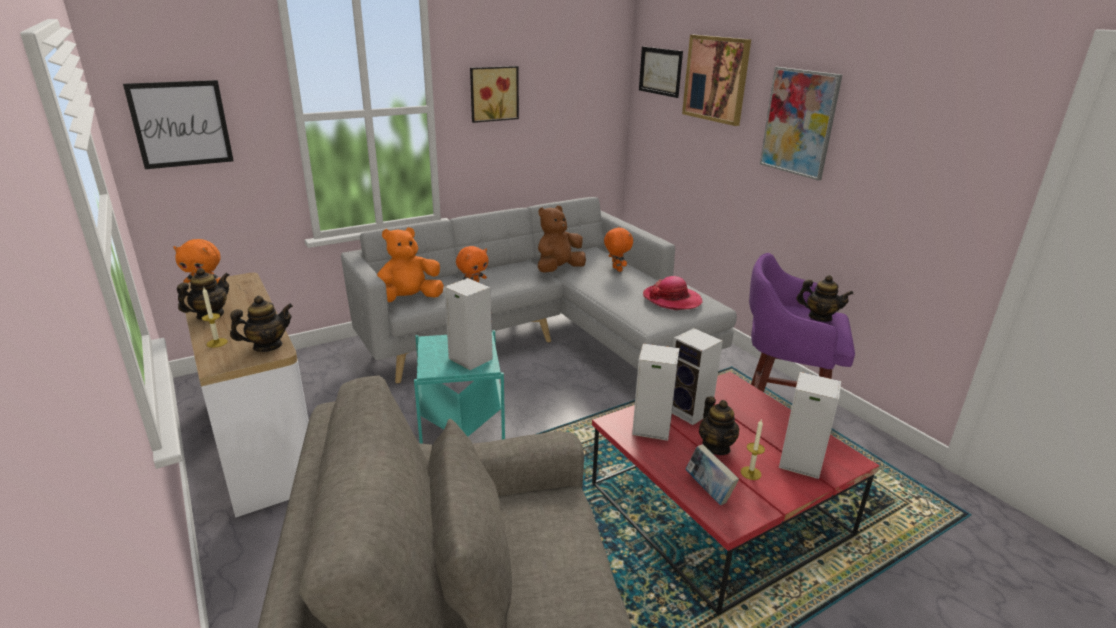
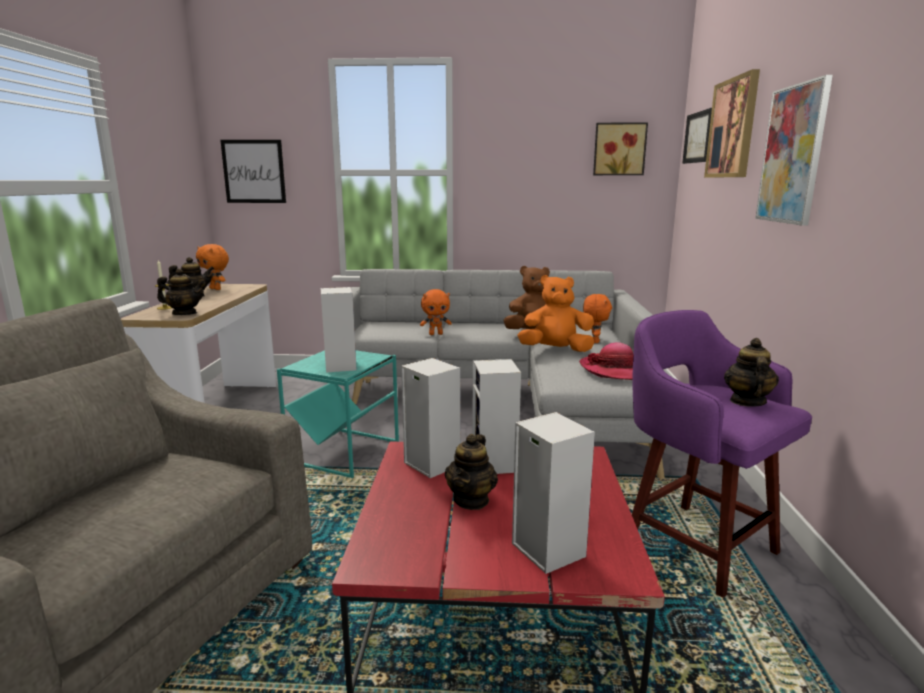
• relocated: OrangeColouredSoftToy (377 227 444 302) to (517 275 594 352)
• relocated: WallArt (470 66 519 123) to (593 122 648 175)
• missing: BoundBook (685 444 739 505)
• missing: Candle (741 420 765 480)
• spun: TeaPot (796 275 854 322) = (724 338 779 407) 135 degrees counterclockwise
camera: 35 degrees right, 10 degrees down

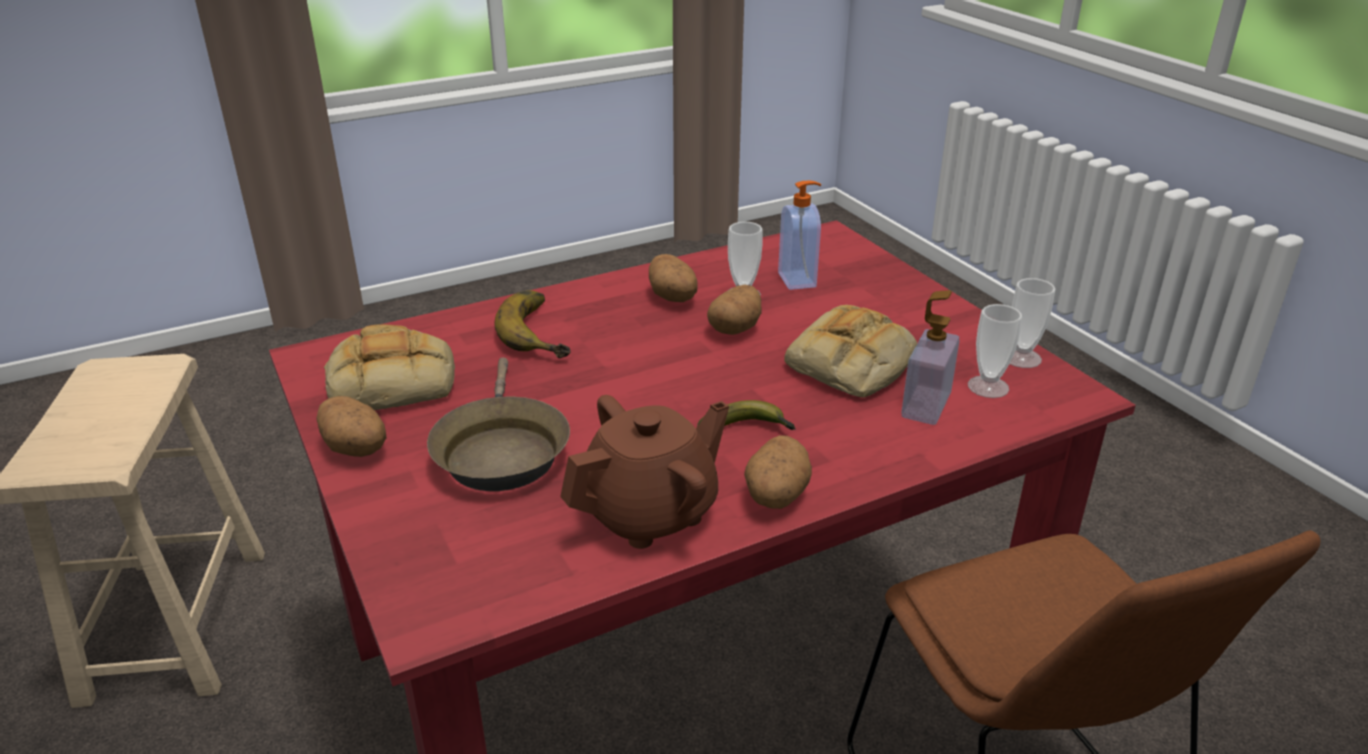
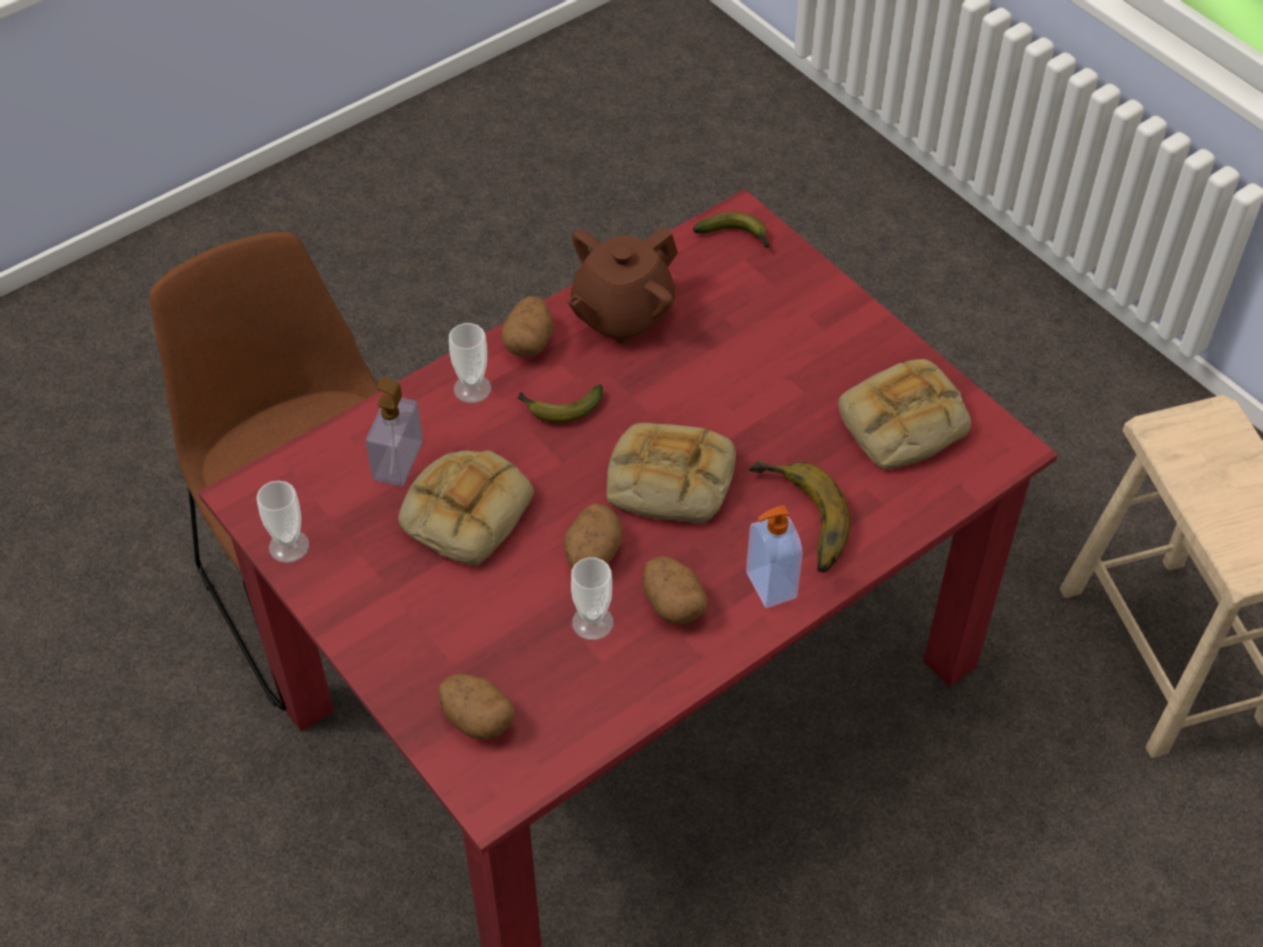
• relocated: Potato (316 396 386 457) to (438 674 515 740)
• missing: BrownColouredPan (427 358 570 491)
• relocated: SoapDispenser (778 181 821 290) to (746 505 803 608)
• relocated: Cup (968 304 1022 398) to (449 323 491 403)
• appeared: BakeryBread (606 423 736 523)
• appeared: WholeBanana (693 212 770 248)
camera: 170 degrees right, 20 degrees up

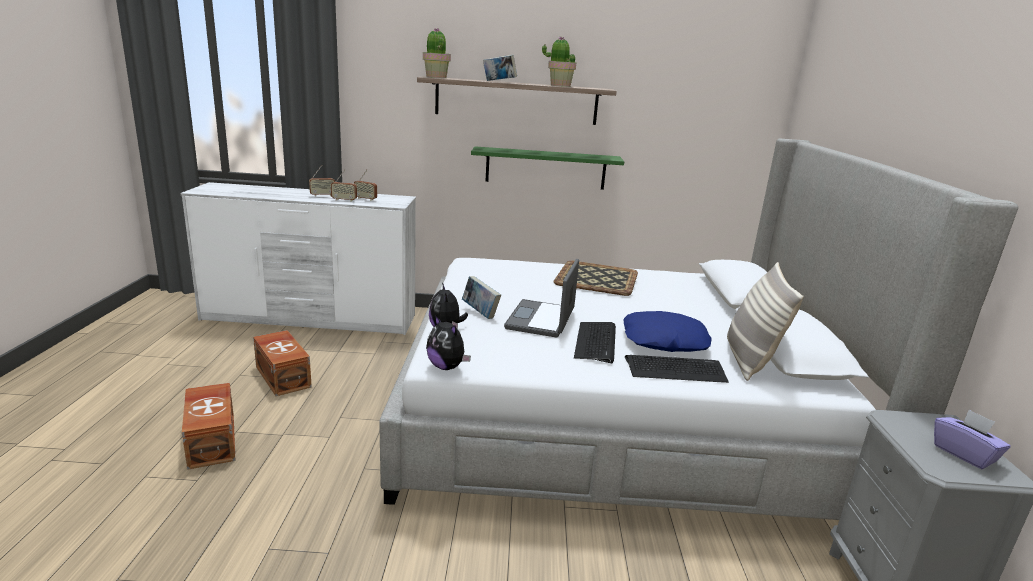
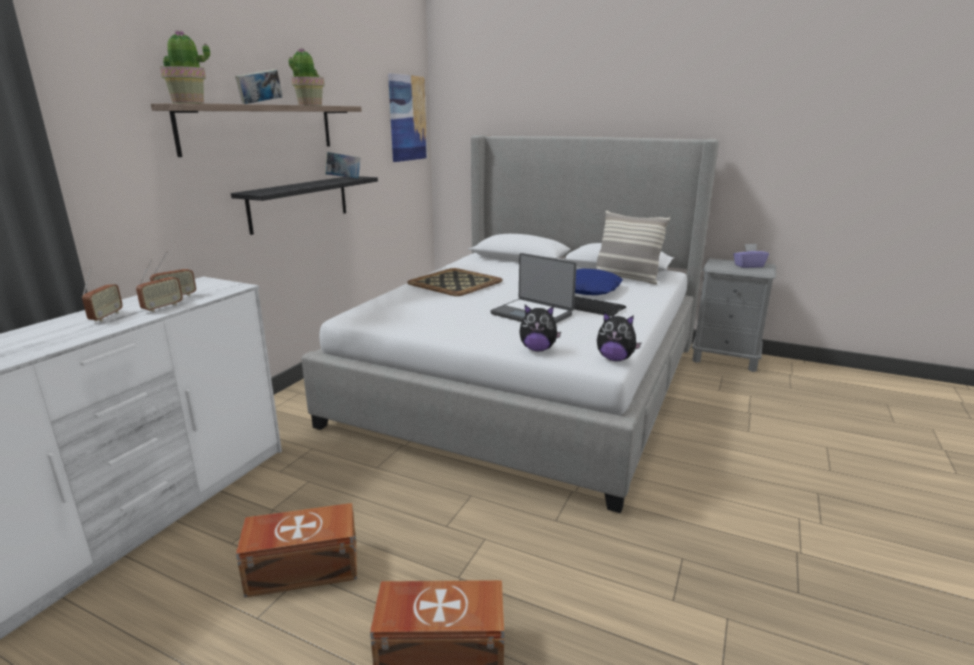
• spun: SoftToy (426 315 471 370) = (597 312 641 361) 45 degrees clockwise
• relocated: BoundBook (462 276 501 319) to (325 152 360 179)
• colour: GreenColouredWallShelf (471 146 624 190) to BlackColouredWallShelf (231 176 378 235)
• missing: Keyboard (625 355 729 383)
• appeared: WallArt (388 73 427 162)
camera: 65 degrees left, 0 degrees up

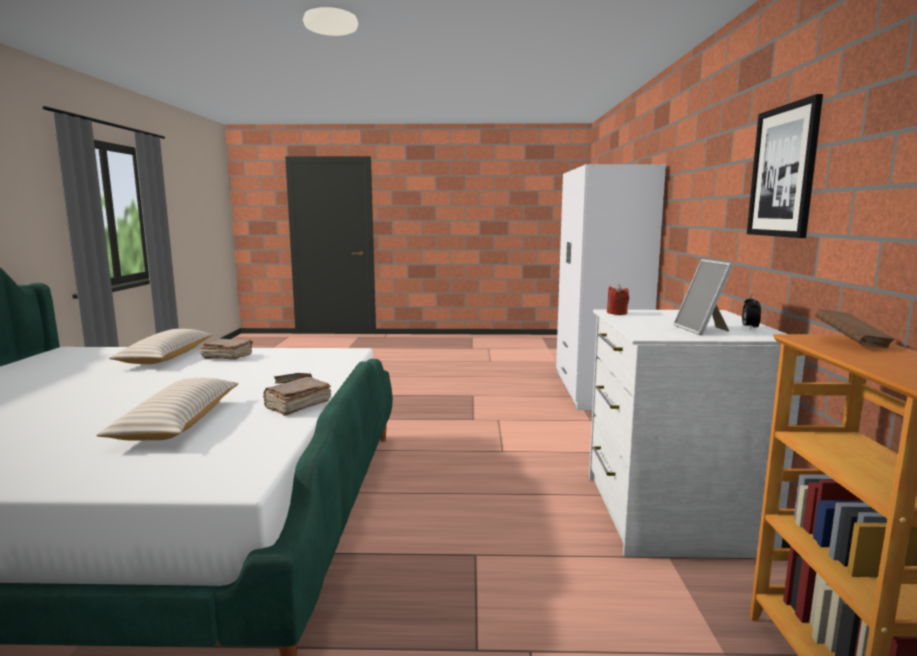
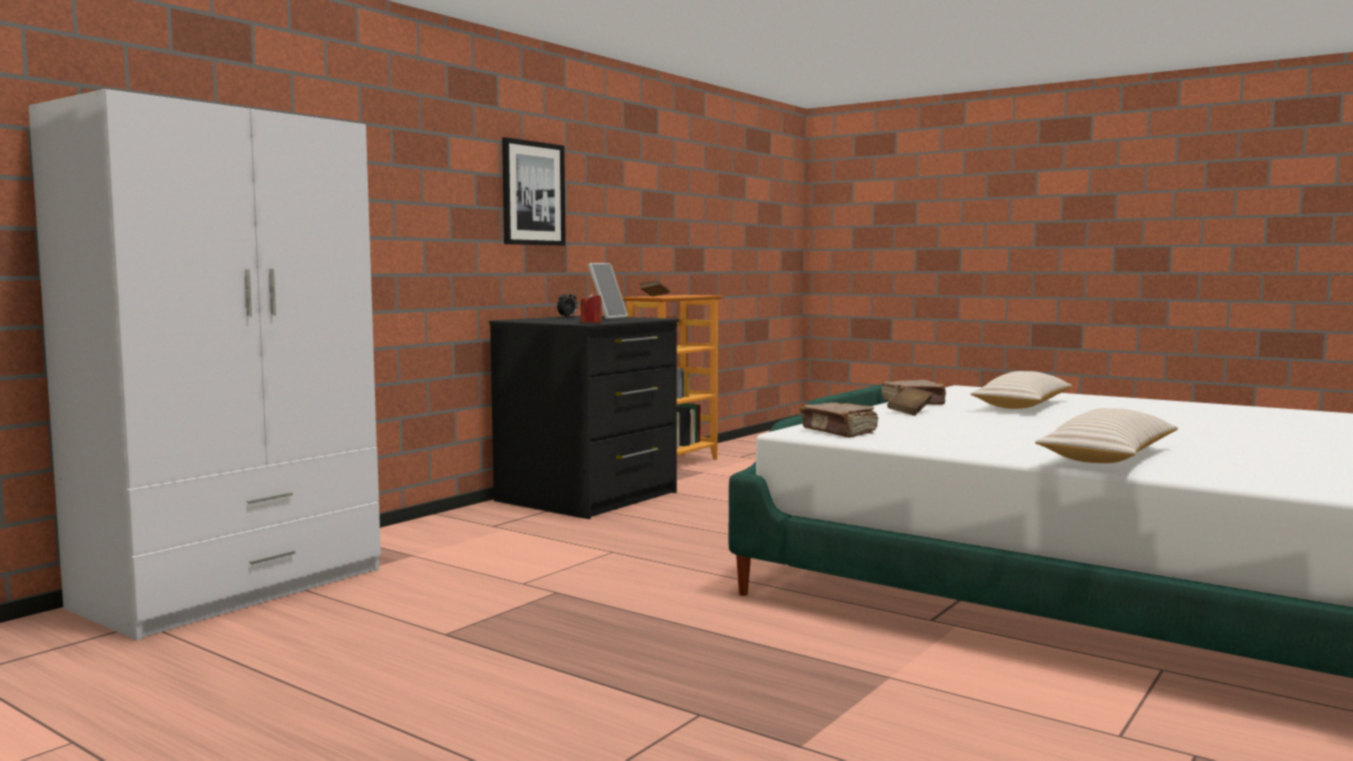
• relocated: BrownColouredBoundBook (200 338 253 360) to (800 402 878 437)
• colour: WhiteColouredDresser (589 310 805 558) to BlackColouredDresser (489 316 680 519)
camera: 145 degrees left, 5 degrees down

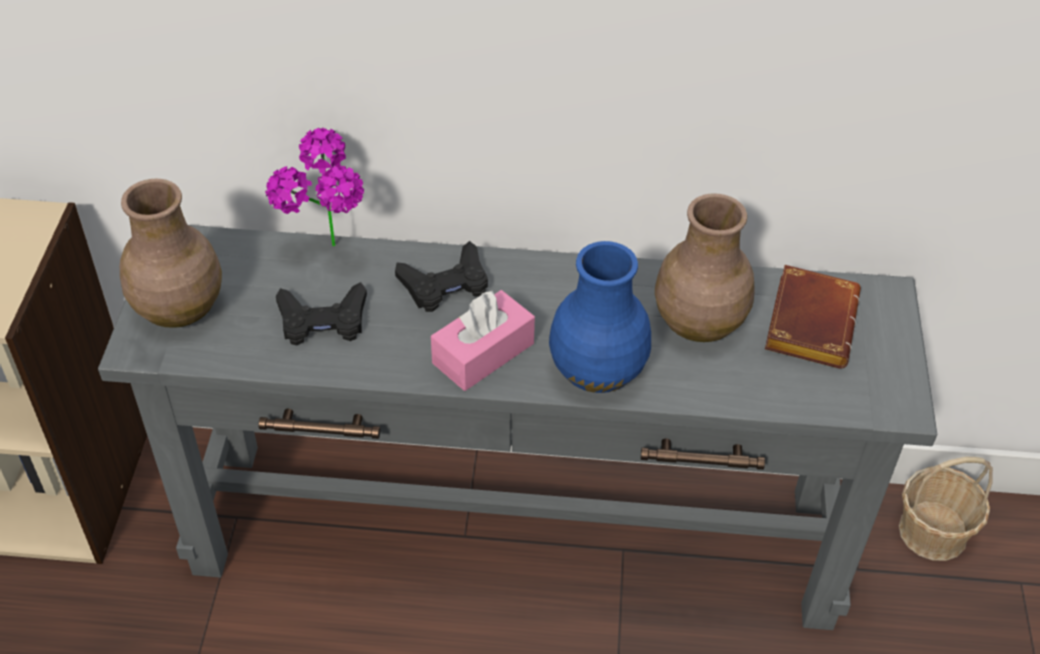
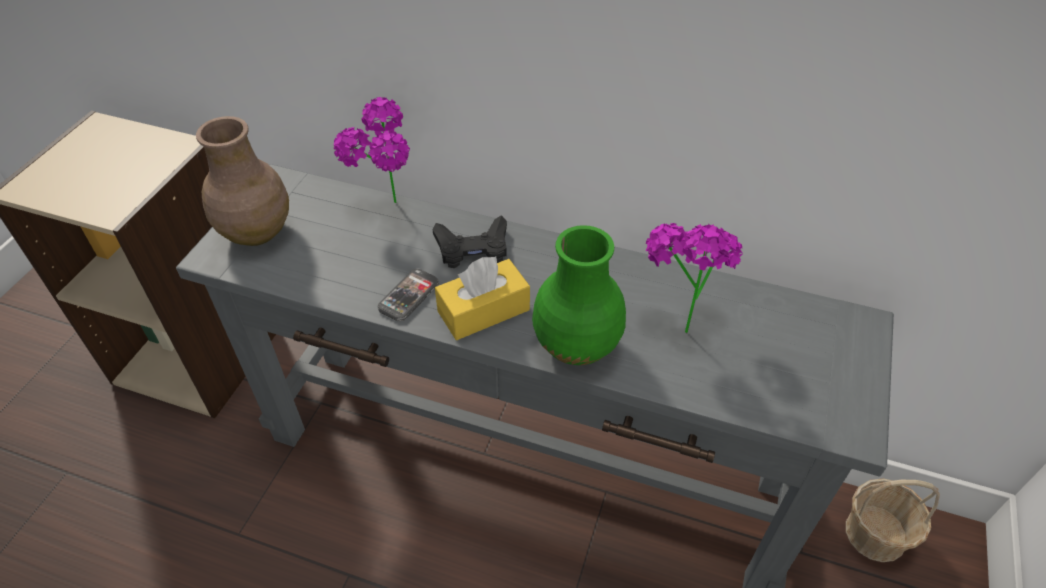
• missing: BlackColouredJoypad (276 282 367 345)
• colour: PinkColouredBoxOfTissues (431 290 535 391) to YellowishBoxOfTissues (435 256 530 340)
• colour: BlueColouredFlowerVase (549 241 651 393) to GreenColouredFlowerVase (532 225 626 365)
• exchanged: BrownColouredFlowerVase (655 193 755 342) to PlantInAPot (646 223 742 333)
• missing: BrownColouredBoundBook (765 265 861 369)
• appeared: Telephone (377 269 439 321)
camera: 15 degrees right, 0 degrees up

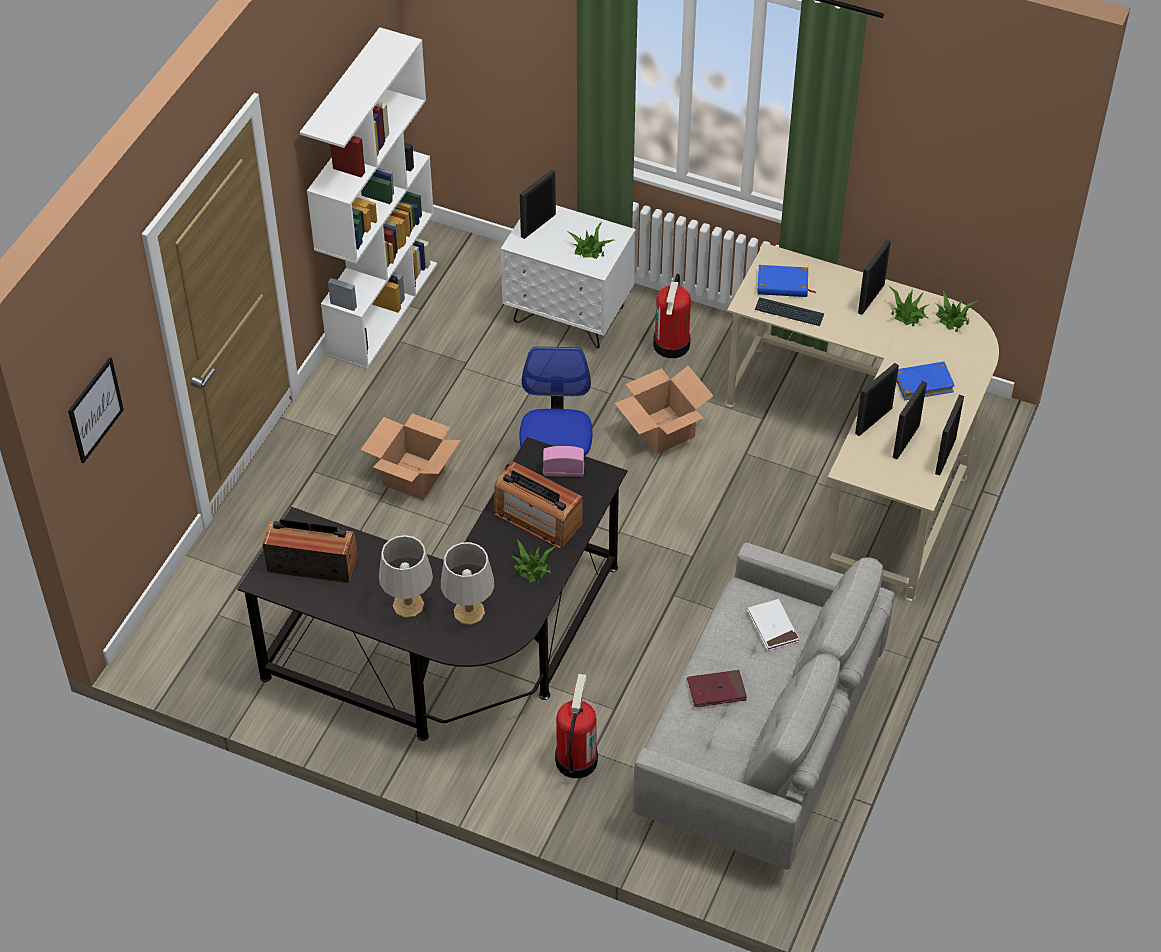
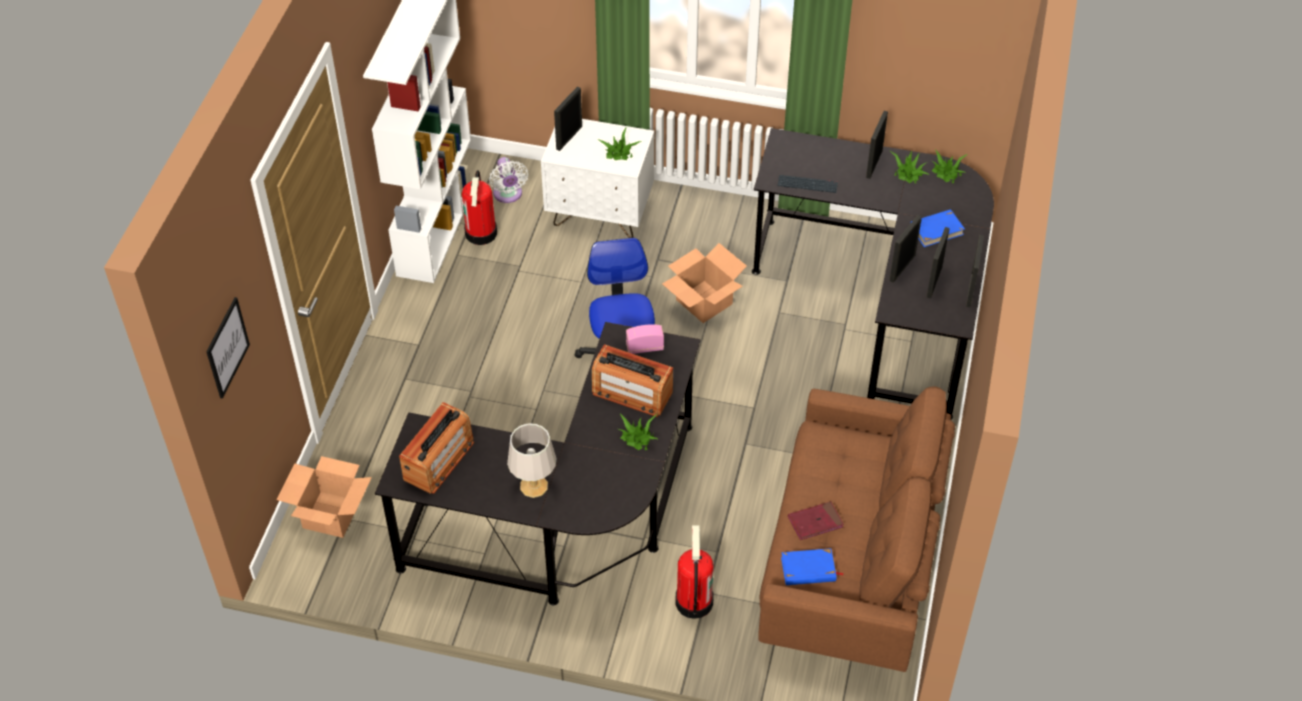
• spun: Radio (262 519 358 583) = (399 402 474 494) 120 degrees clockwise
• relocated: PackingBox (361 413 461 500) to (277 456 372 538)
• missing: GreyTabletopLamp (441 542 494 625)
• colour: GreySettee (633 542 895 870) to BrownColouredSettee (758 386 955 672)
• relocated: Extinguisher (653 274 691 358) to (462 170 497 245)
• colour: SandColouredDesk (725 243 999 601) to BlackColouredDesk (752 128 994 419)
• missing: WhiteColouredBoundBook (747 599 799 651)
• relocated: BlueColouredBoundBook (757 265 817 297) to (781 548 843 585)
• appeared: WhiteColouredCoolingFan (489 157 528 203)
camera: 10 degrees left, 0 degrees up

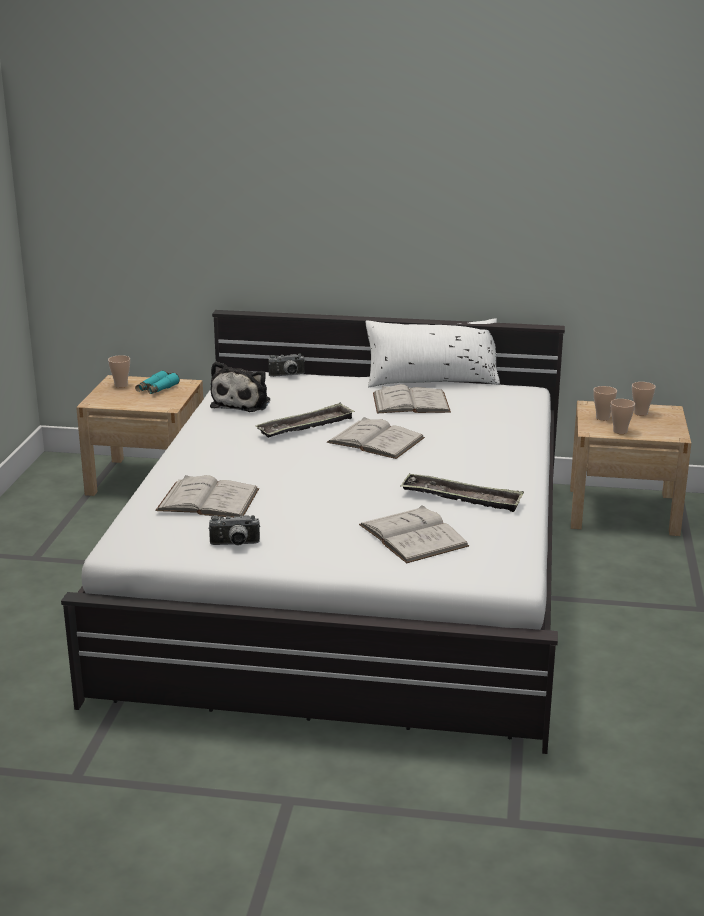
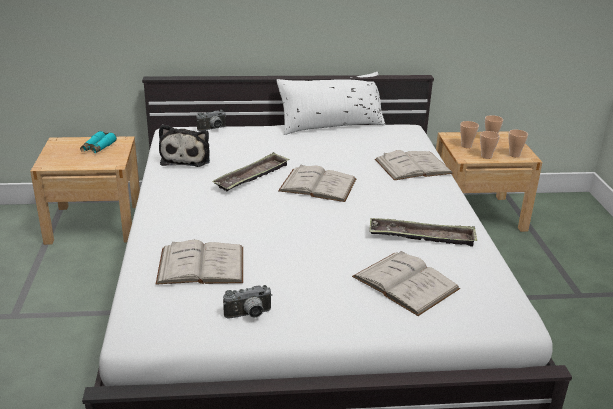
• relocated: Cup (108 355 130 388) to (509 130 528 157)
• relocated: WhiteColouredBoundBook (373 385 451 413) to (375 150 453 180)
camera: 15 degrees left, 5 degrees up

